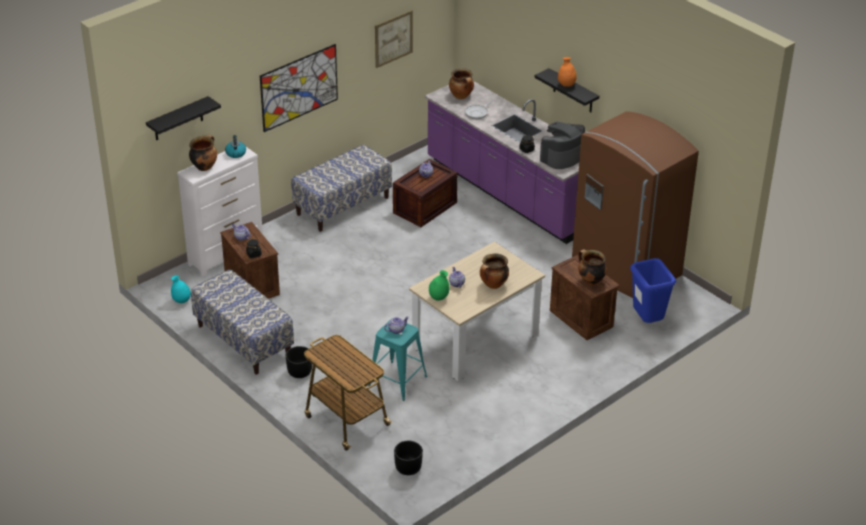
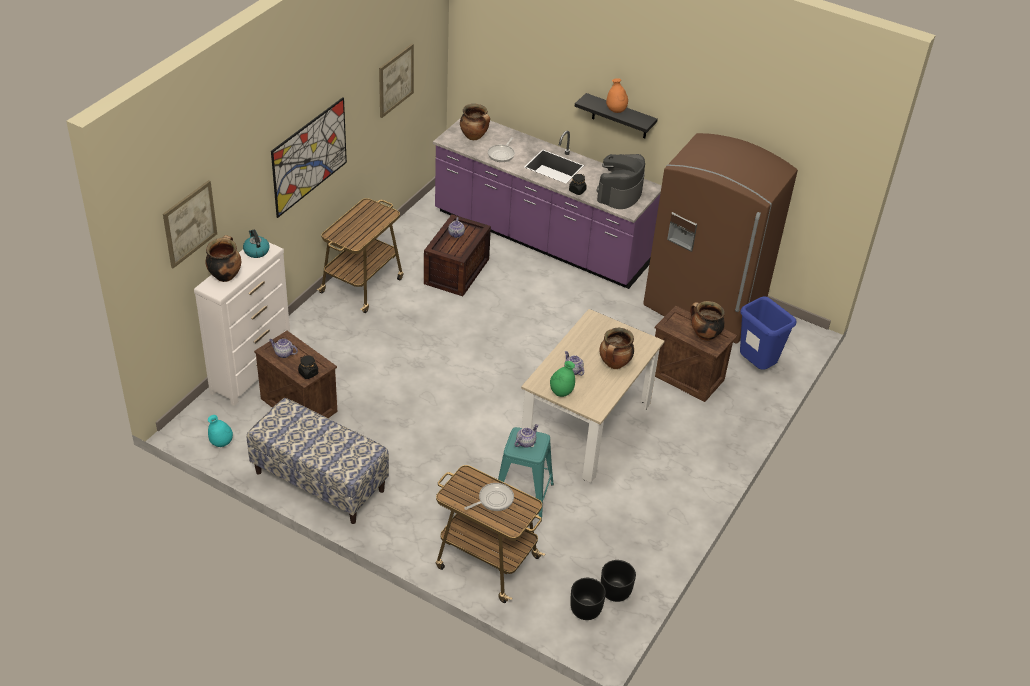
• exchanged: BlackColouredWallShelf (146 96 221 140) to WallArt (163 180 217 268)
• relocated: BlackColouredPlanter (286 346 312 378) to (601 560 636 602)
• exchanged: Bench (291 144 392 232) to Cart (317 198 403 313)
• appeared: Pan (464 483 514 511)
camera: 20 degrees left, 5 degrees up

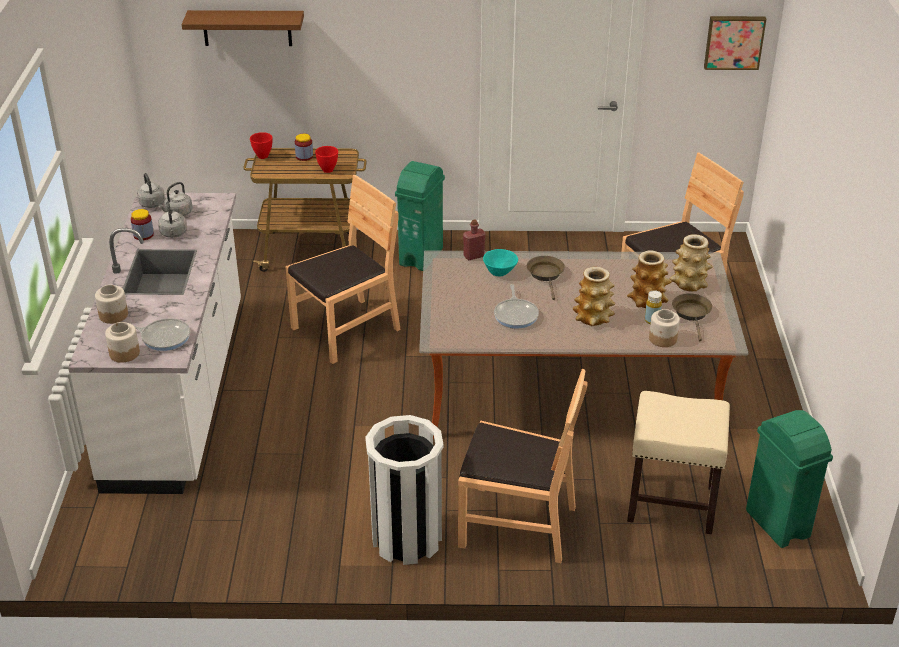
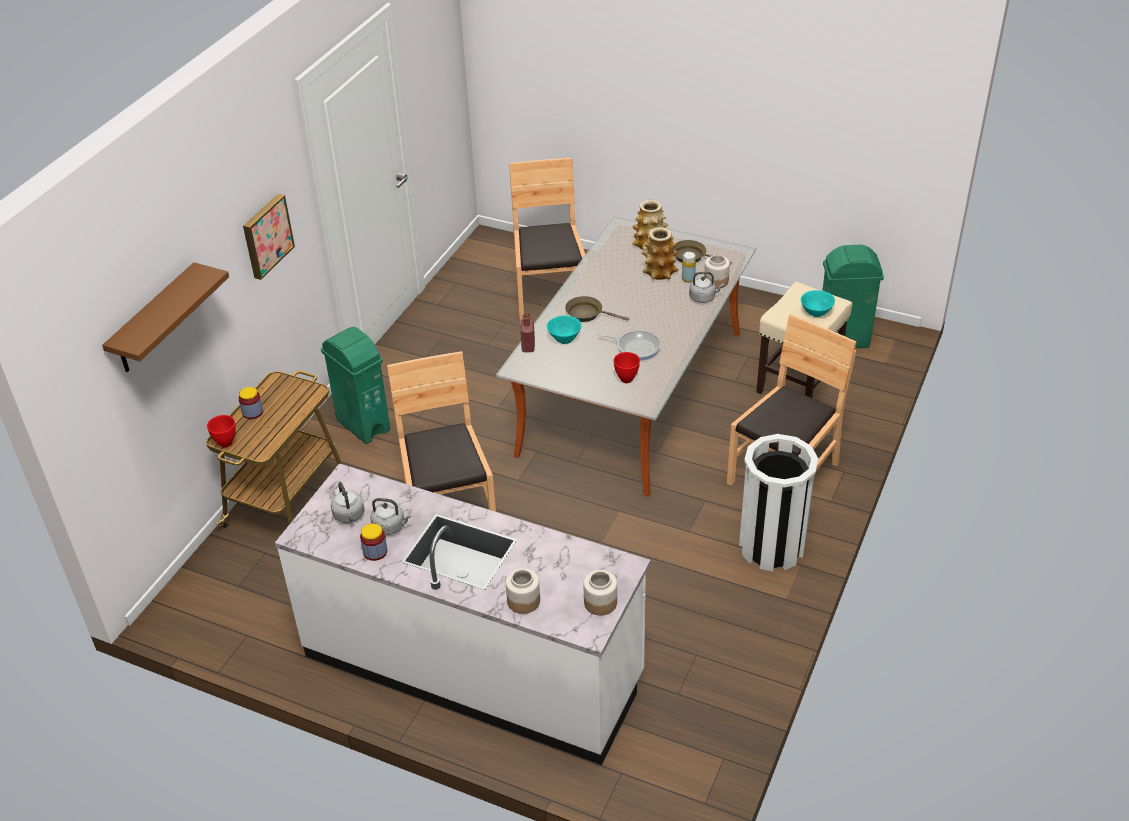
• missing: Pan (133 318 190 351)
• relocated: GreyKettle (137 173 165 208) to (689 272 724 303)
• relocated: RedBowl (315 146 338 173) to (613 352 640 383)
• missing: FlowerVase (573 267 615 326)
• relocated: WallArt (704 16 766 70) to (243 193 295 280)
• appeared: BlueGreenBowl (801 290 835 317)
camera: 65 degrees left, 5 degrees up

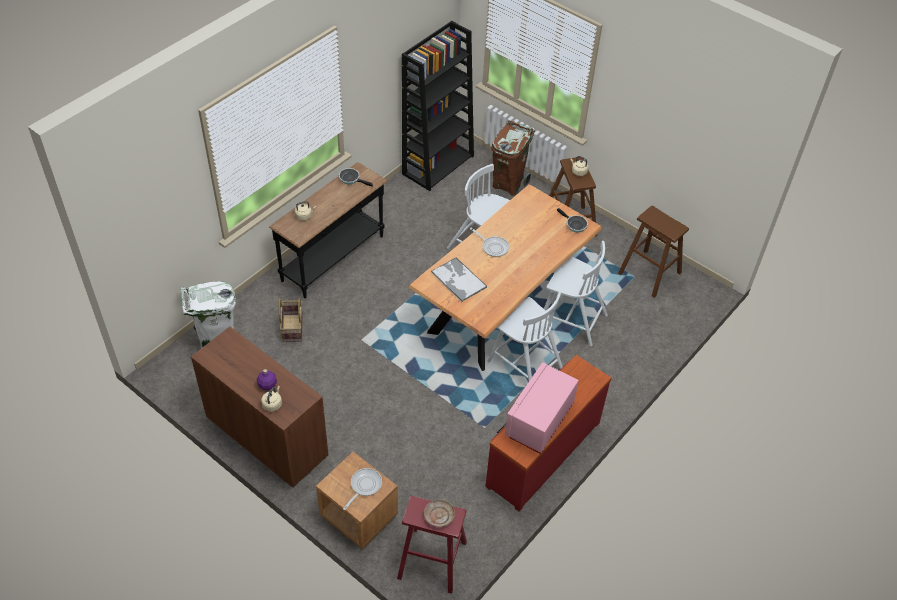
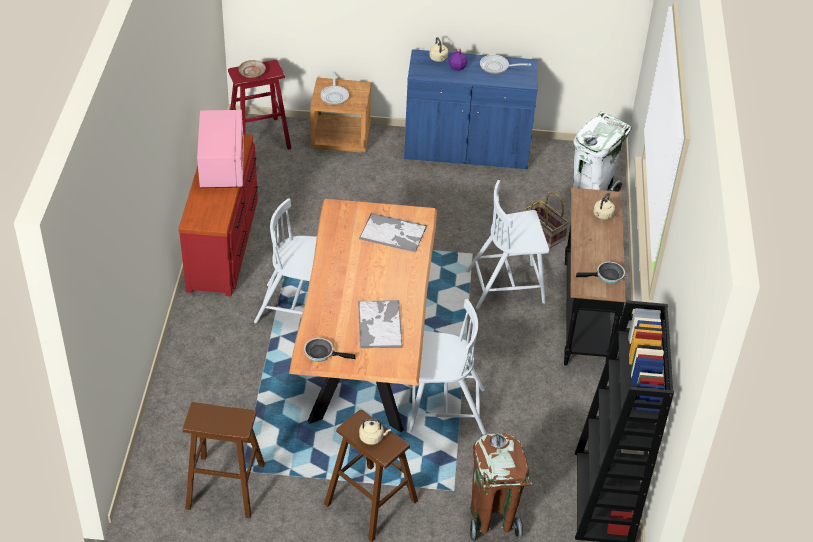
• colour: BrownColouredCabinet (191 327 328 488) to BlueColouredCabinet (404 49 538 170)
• relocated: Pan (470 228 509 257) to (480 55 531 74)
• relocated: WhiteColouredPlainChair (544 241 608 346) to (466 180 549 309)
• appeared: CarryingTray (358 300 403 348)
camera: 145 degrees right, 5 degrees down

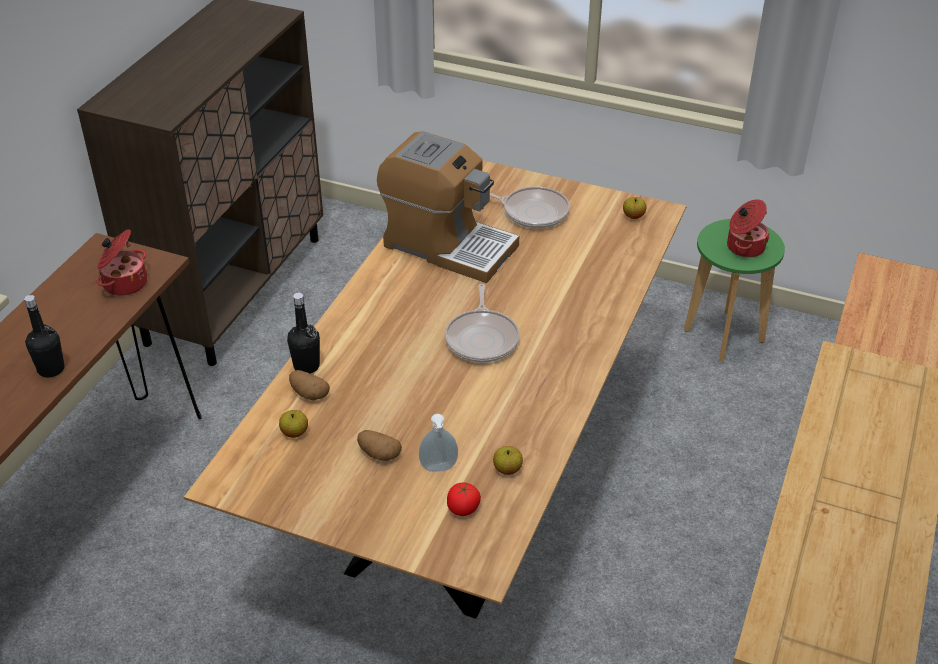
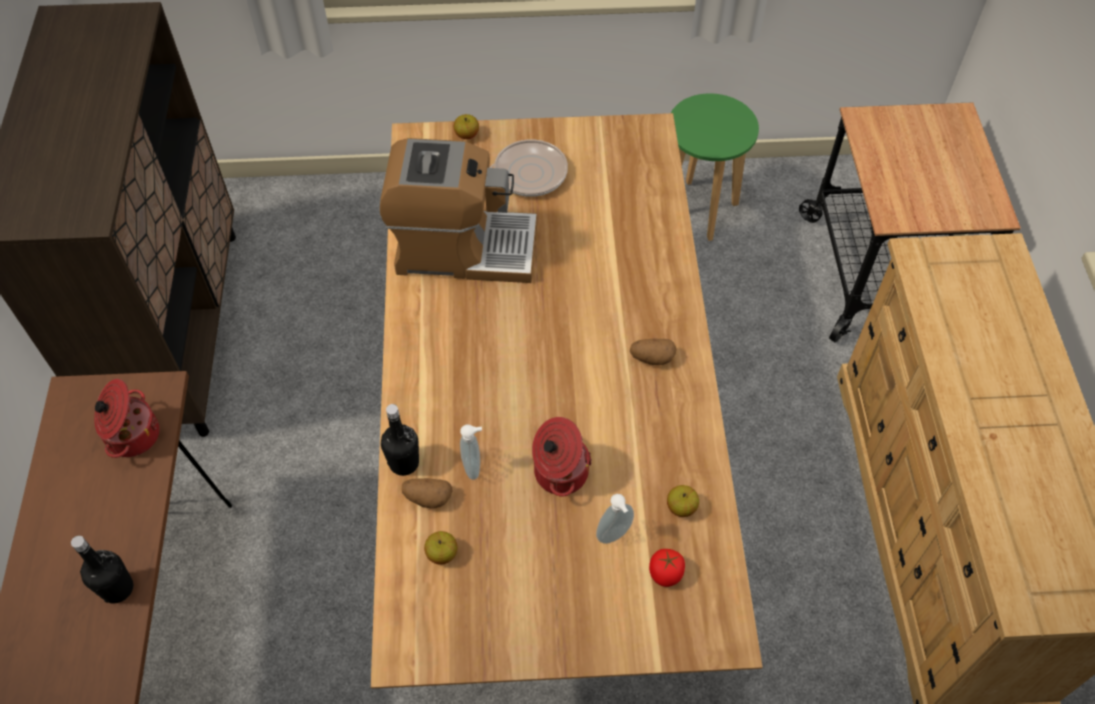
• relocated: Potato (357 430 402 461) to (630 338 676 365)
• missing: Pan (445 284 520 363)
• relocated: AppleFruit (623 197 647 219) to (454 114 479 139)
• relocated: Stockpot (727 199 770 258) to (532 417 592 497)
• appeared: SoapDispenser (460 424 482 480)
camera: 25 degrees left, 15 degrees up

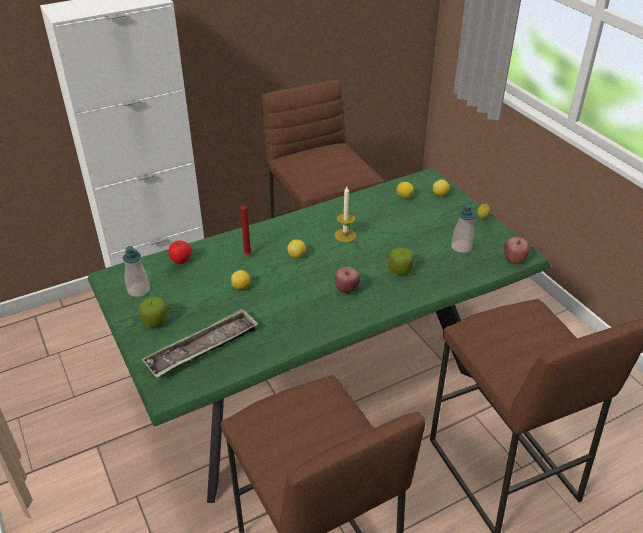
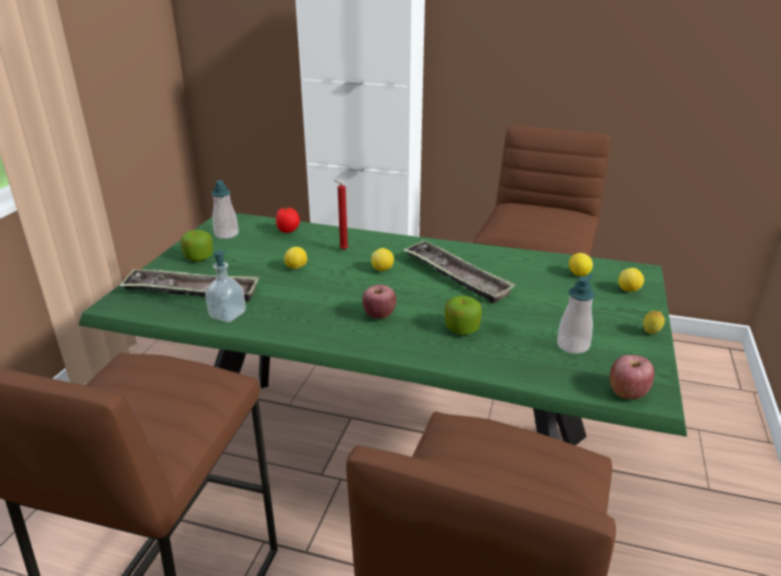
• exchanged: Candle (334 186 357 242) to CarryingTray (404 240 516 303)
• appeared: SoapDispenser (205 251 246 323)
camera: 45 degrees right, 10 degrees down

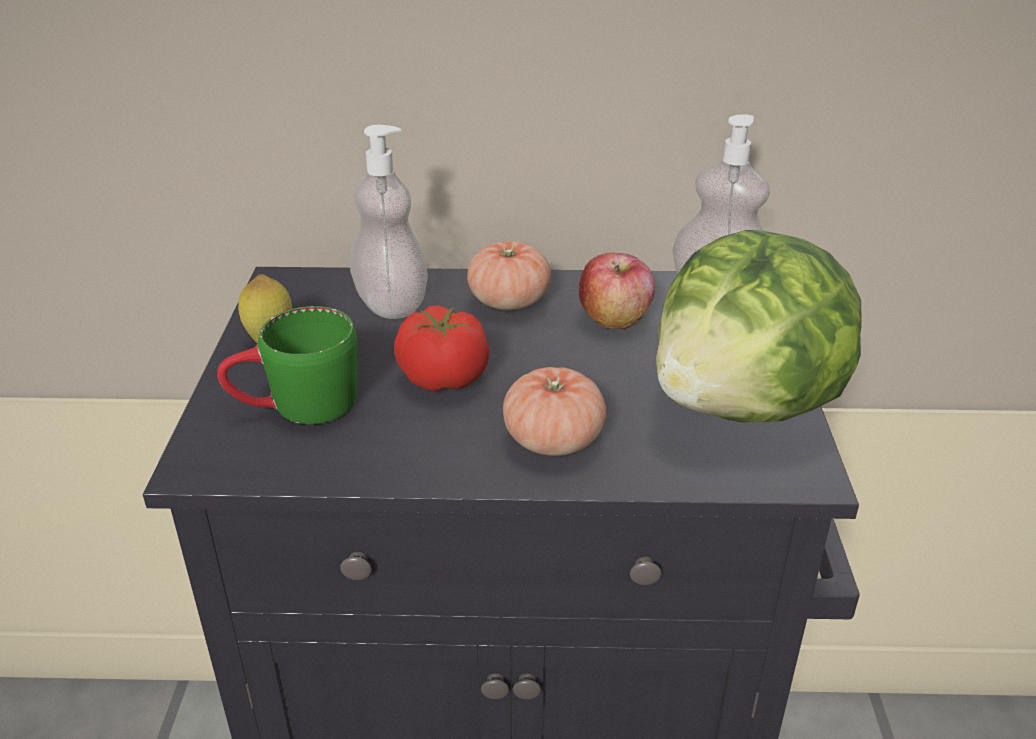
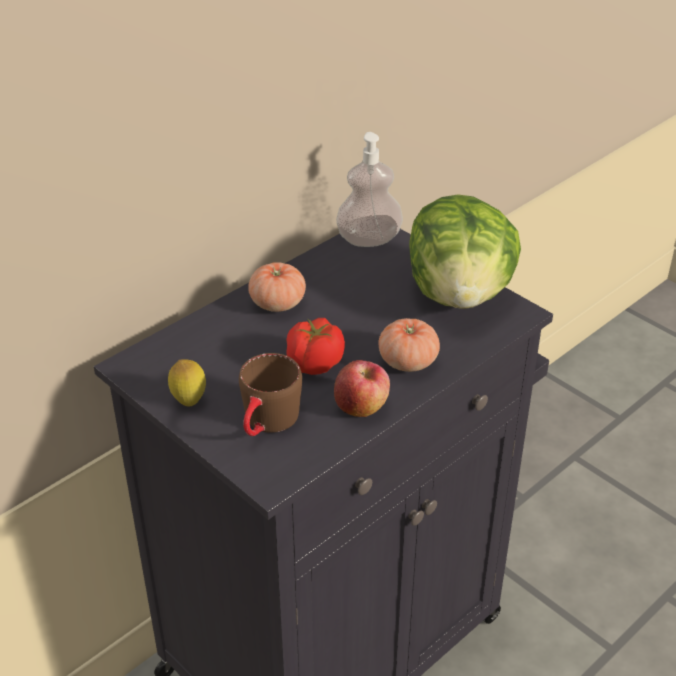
• colour: GreenColouredMug (217 306 357 425) to BrownColouredMug (239 353 302 436)
• missing: SoapDispenser (350 125 428 319)
• relocated: AppleFruit (579 253 655 329) to (334 360 390 417)
camera: 45 degrees left, 5 degrees up

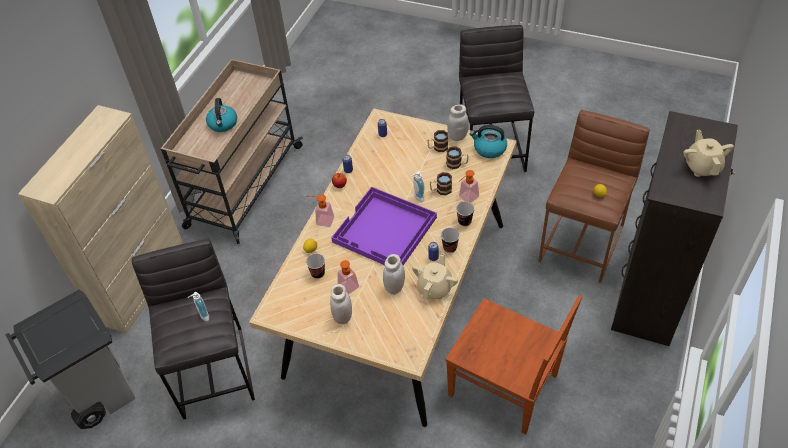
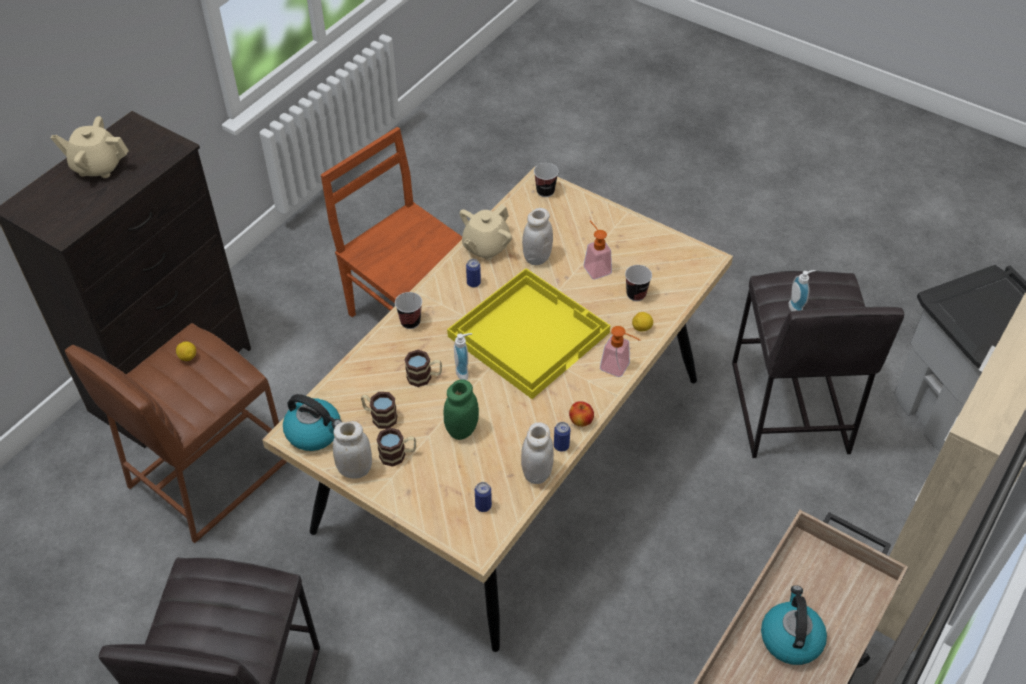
• relocated: WhiteColouredStorageJar (330 284 352 324) to (521 422 554 484)
• colour: PurplishCarryingTray (331 187 437 265) to YellowishCarryingTray (447 268 610 399)
• relocated: Cup (441 228 460 253) to (534 163 559 197)
• missing: SoapDispenser (459 170 479 203)
• spun: SandColouredTeaPot (683 130 734 177) = (51 116 129 178) 90 degrees clockwise
• appeared: GreenColouredStorageJar (444 379 479 440)
camera: 170 degrees left, 0 degrees up

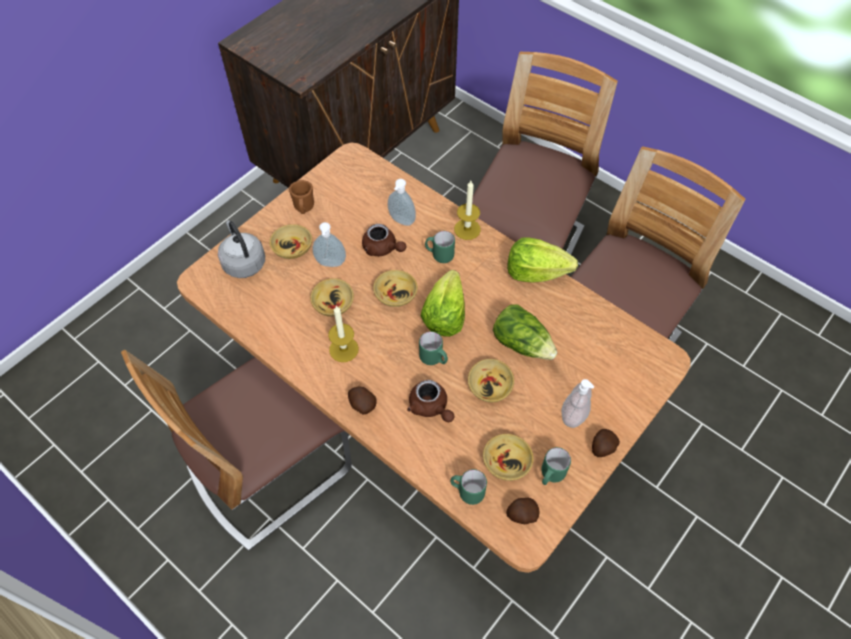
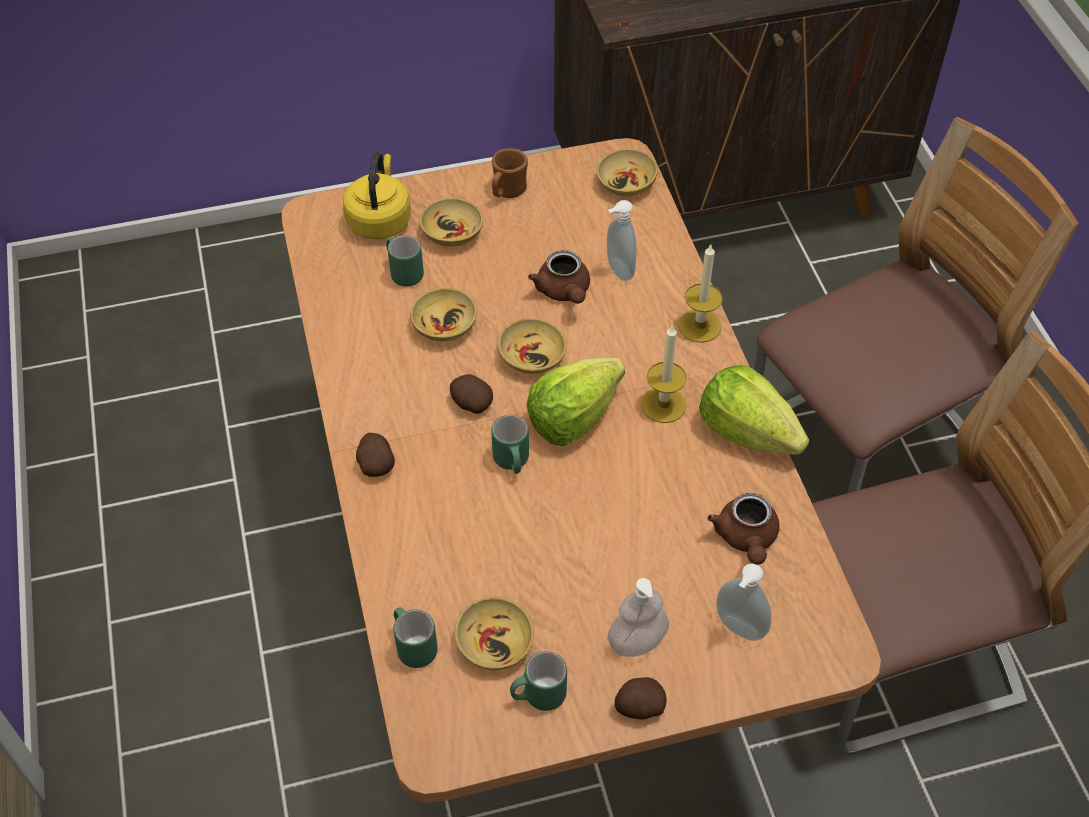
• missing: PlainChair (121 350 352 551)
• colour: GreyKettle (218 220 265 278) to YellowishKettle (343 152 411 239)
• relocated: SoapDispenser (313 222 346 267) to (716 564 772 641)
• relocated: Candle (328 306 359 362) to (641 324 687 423)
• relocated: BrownColouredTeaPot (407 380 454 422) to (707 493 779 565)
• relocated: GreenColouredMug (425 231 455 263) to (386 235 424 287)
• relocated: SandColouredBowl (468 359 514 402) to (596 149 658 196)
• missing: HeadOfLettuce (493 304 557 360)
• relocated: Potato (506 498 540 524) to (450 374 493 414)
camera: 35 degrees right, 5 degrees down

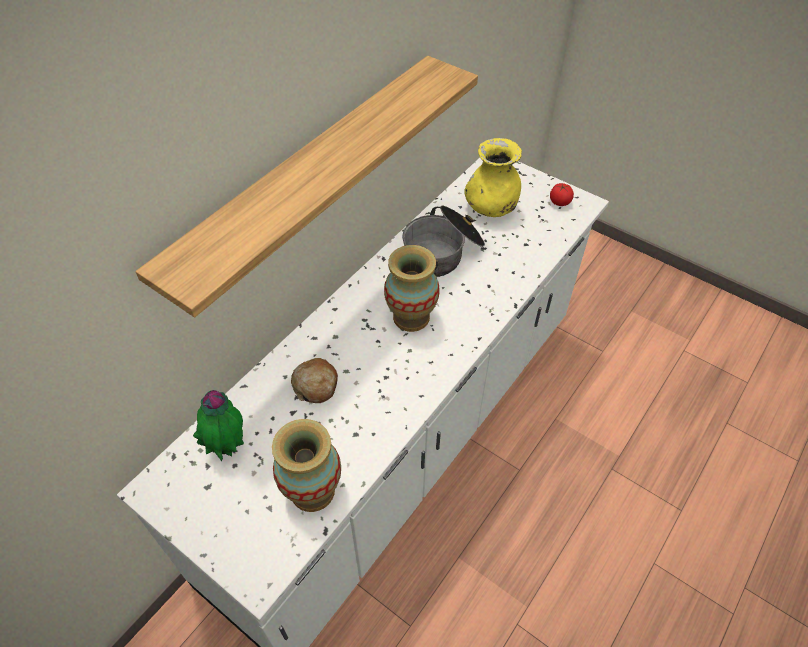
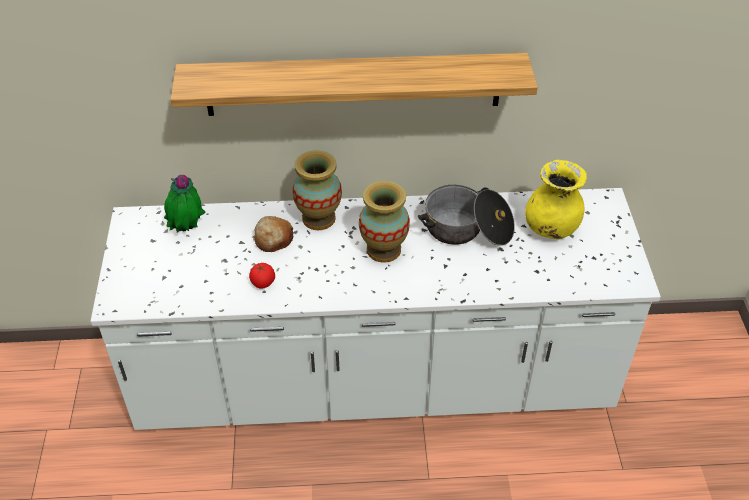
• relocated: FlowerVase (272 419 341 512) to (292 150 342 230)
• relocated: WholeTomato (550 183 574 206) to (249 263 275 289)
camera: 50 degrees right, 5 degrees down

